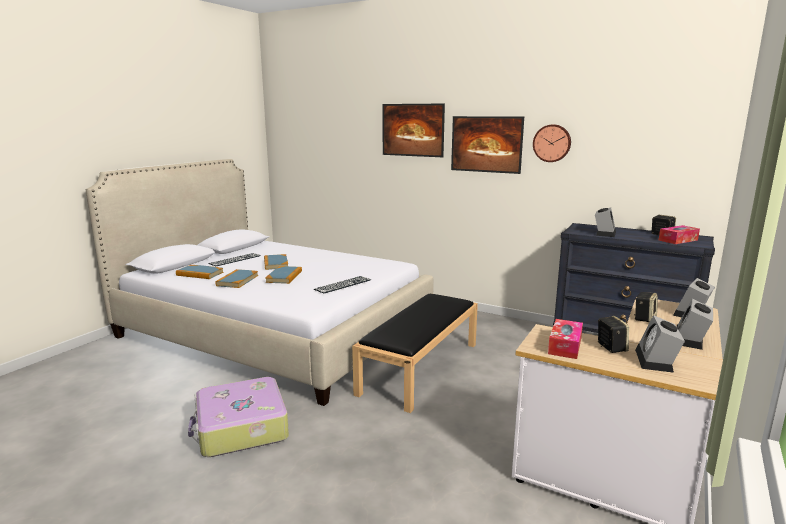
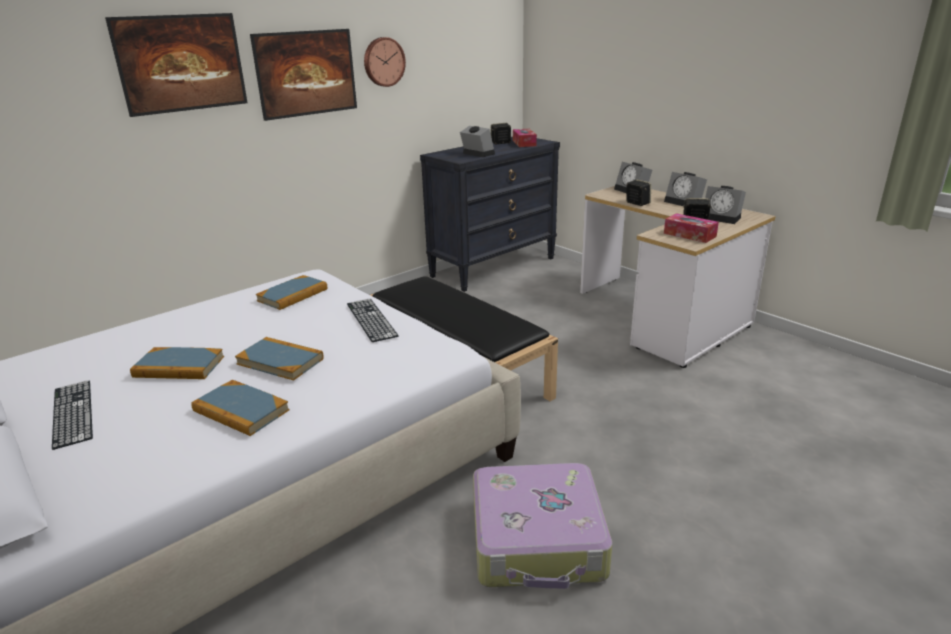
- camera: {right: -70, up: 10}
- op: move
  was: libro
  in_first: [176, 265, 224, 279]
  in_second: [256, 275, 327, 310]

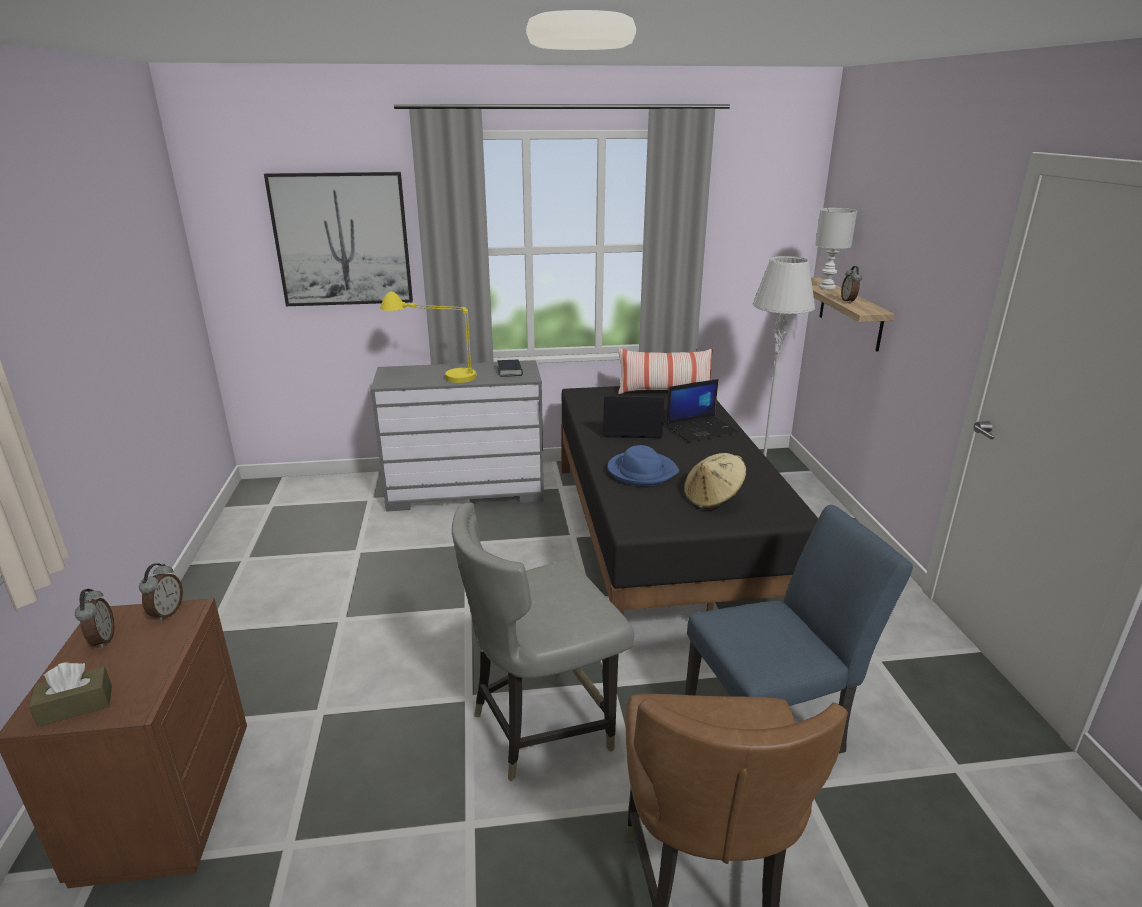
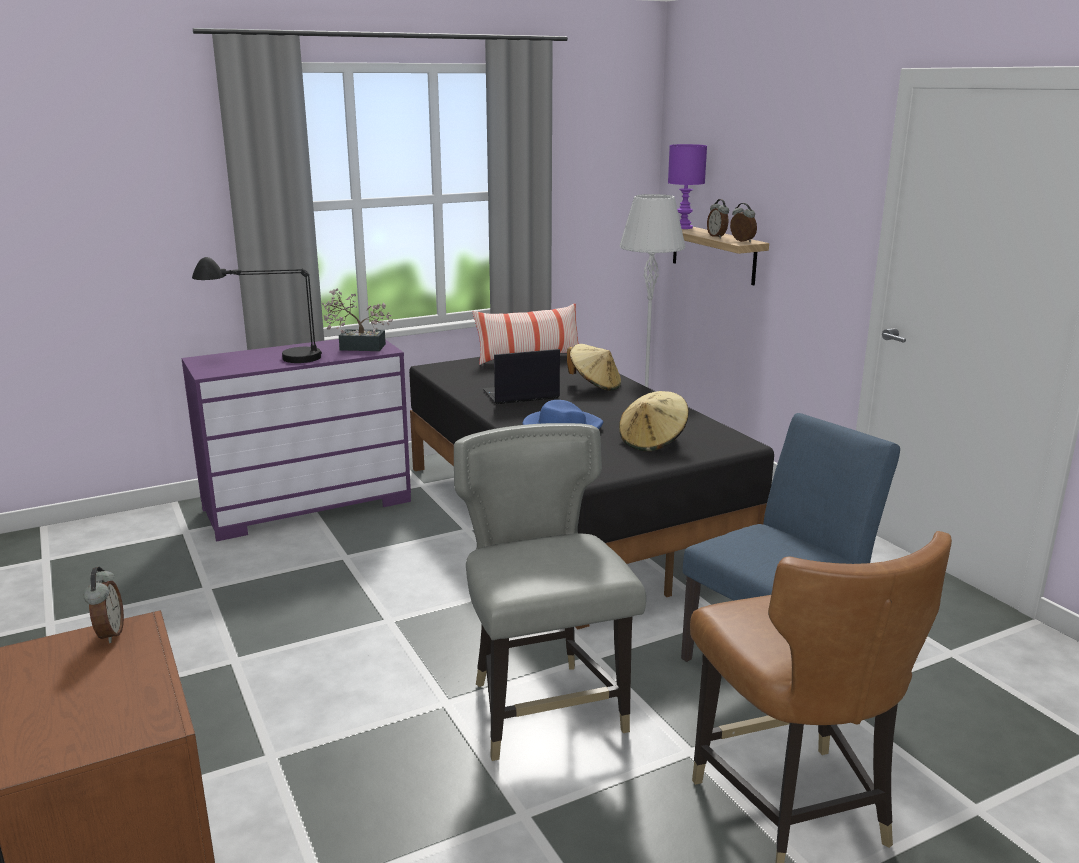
- camera: {right: -20, up: -5}
- op: recolor
  was: cómoda (gris)
  now: cómoda (morado)
  in_first: [370, 360, 544, 512]
  in_second: [181, 339, 411, 542]
- op: recolor
  was: lámpara de mesa (amarillo)
  now: lámpara de mesa (negro)
  in_first: [380, 292, 477, 383]
  in_second: [192, 257, 322, 363]
- op: replace
  was: libro
  now: planta en maceta
  in_first: [497, 359, 523, 377]
  in_second: [322, 289, 393, 351]
- op: rotate
  was: silla (gris)
  in_first: [452, 502, 634, 782]
  in_second: [454, 423, 646, 761]
  clockwise: 120
- op: replace
  was: portátil
  now: sombrero (beis)
  in_first: [666, 379, 738, 442]
  in_second: [567, 344, 621, 391]
- op: recolor
  was: lámpara de mesa (blanco)
  now: lámpara de mesa (morado)
  in_first: [815, 208, 857, 289]
  in_second: [668, 144, 707, 229]
- op: move
  was: despertador
  in_first: [75, 589, 114, 649]
  in_second: [730, 203, 757, 242]
- op: delete
  was: caja de pañuelos (marrón)
  in_first: [29, 663, 112, 727]
- op: delete
  was: cuadro
  in_first: [264, 172, 413, 306]

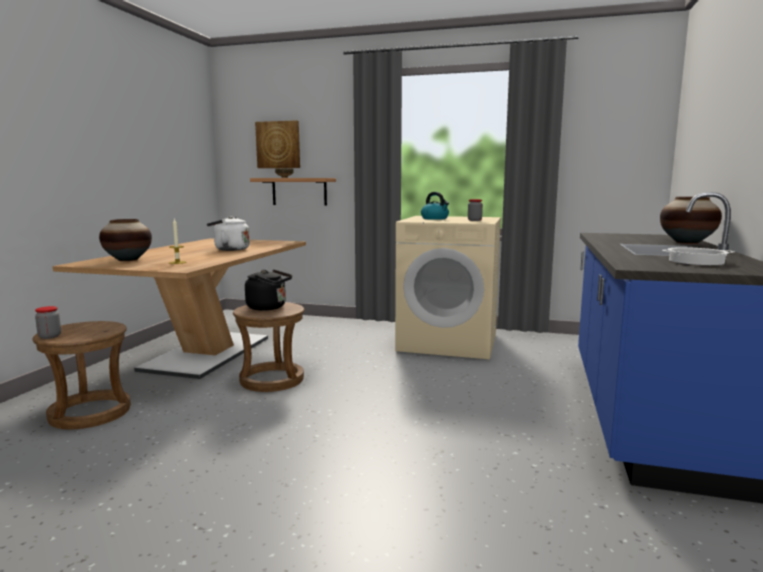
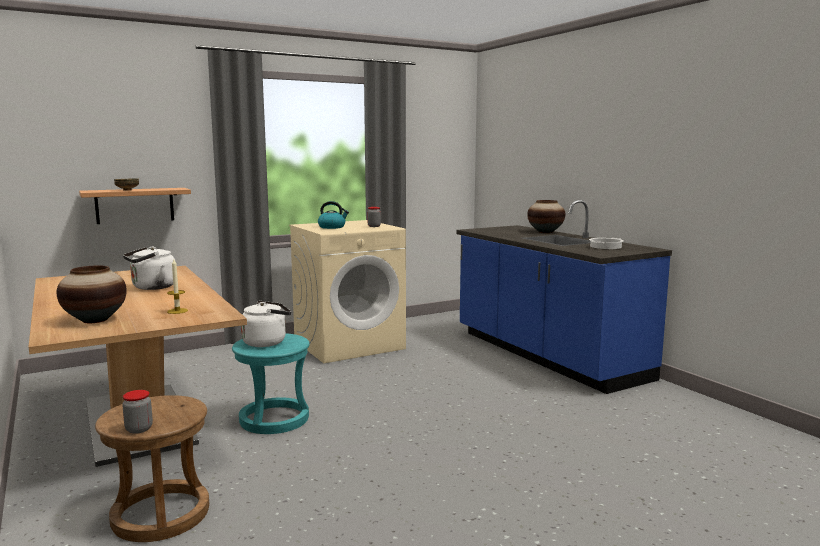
- camera: {right: -45, up: 0}
- op: recolor
  was: taburete (marrón)
  now: taburete (turquesa)
  in_first: [233, 302, 304, 392]
  in_second: [232, 333, 310, 434]
- op: recolor
  was: hervidor (negro)
  now: hervidor (blanco)
  in_first: [245, 269, 292, 311]
  in_second: [241, 301, 291, 347]
- op: delete
  was: cuadro
  in_first: [255, 120, 300, 168]

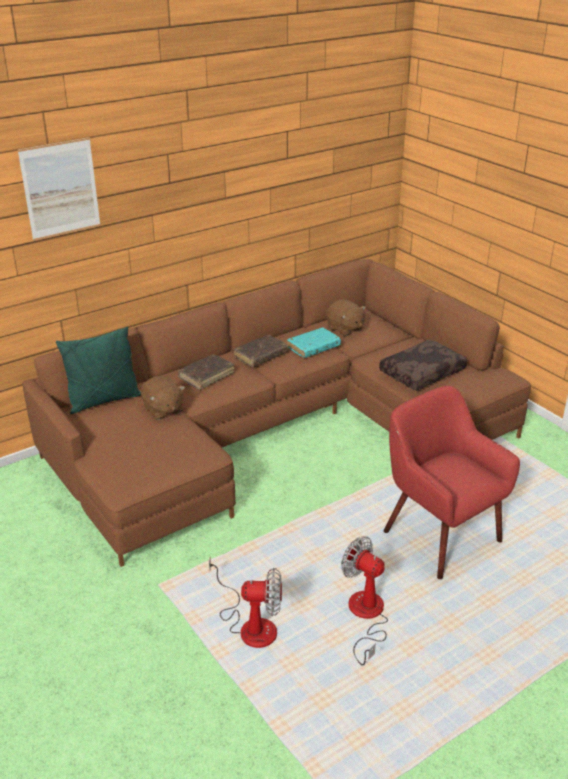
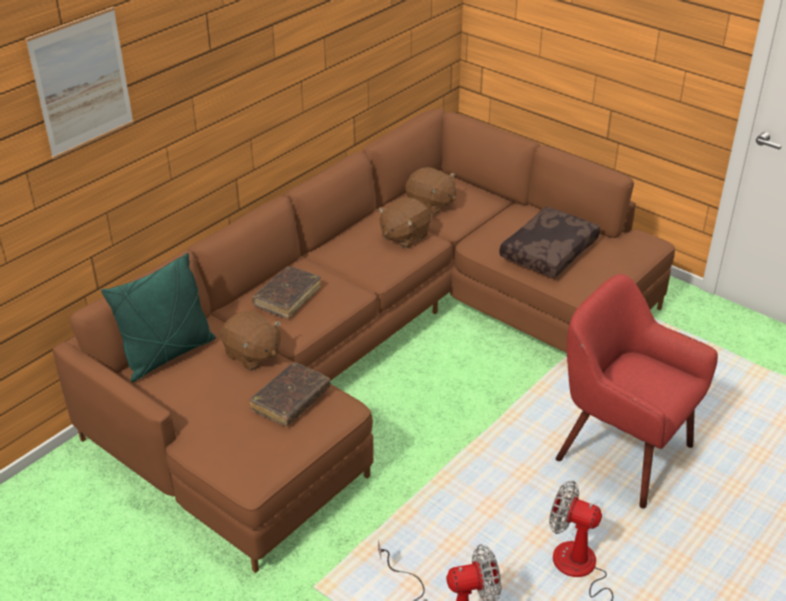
- camera: {right: -15, up: 5}
- op: move
  was: libro (marrón)
  in_first: [234, 335, 288, 367]
  in_second: [249, 362, 330, 426]
- op: replace
  was: libro (turquesa)
  now: peluche (marrón)
  in_first: [287, 328, 341, 358]
  in_second: [378, 198, 431, 248]

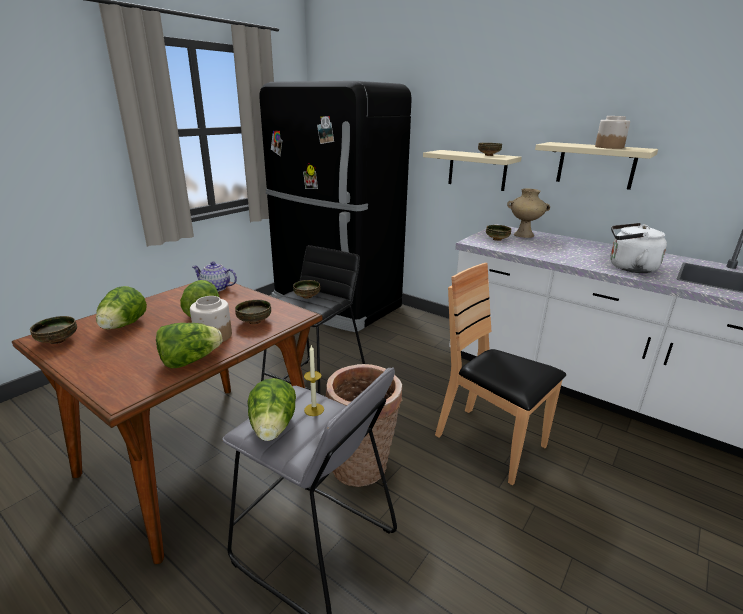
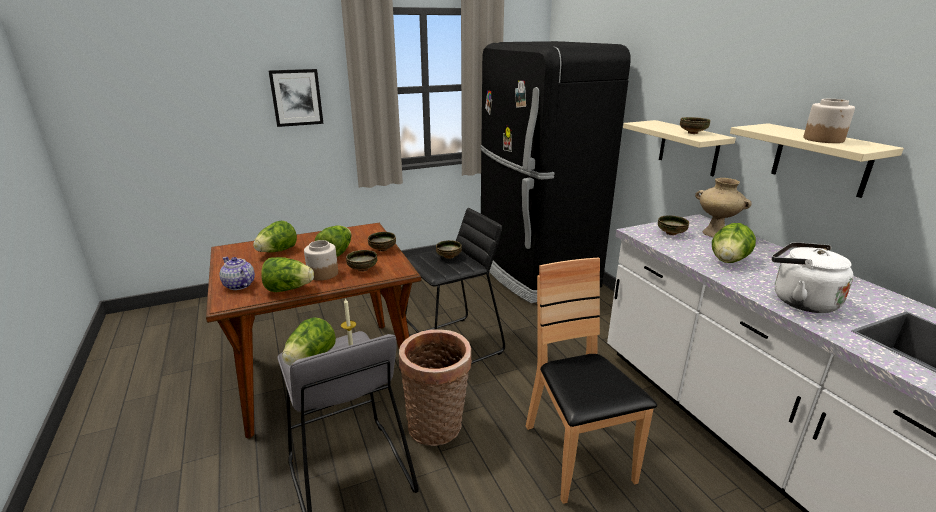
- camera: {right: 30, up: 0}
- op: move
  was: tetera
  in_first: [192, 261, 237, 292]
  in_second: [220, 257, 255, 290]
- op: insert
  now: cuadro
  in_second: [268, 69, 323, 127]
- op: move
  was: cuenco
  in_first: [30, 316, 77, 344]
  in_second: [368, 232, 396, 252]
- op: insert
  now: lechuga
  in_second: [712, 223, 756, 263]

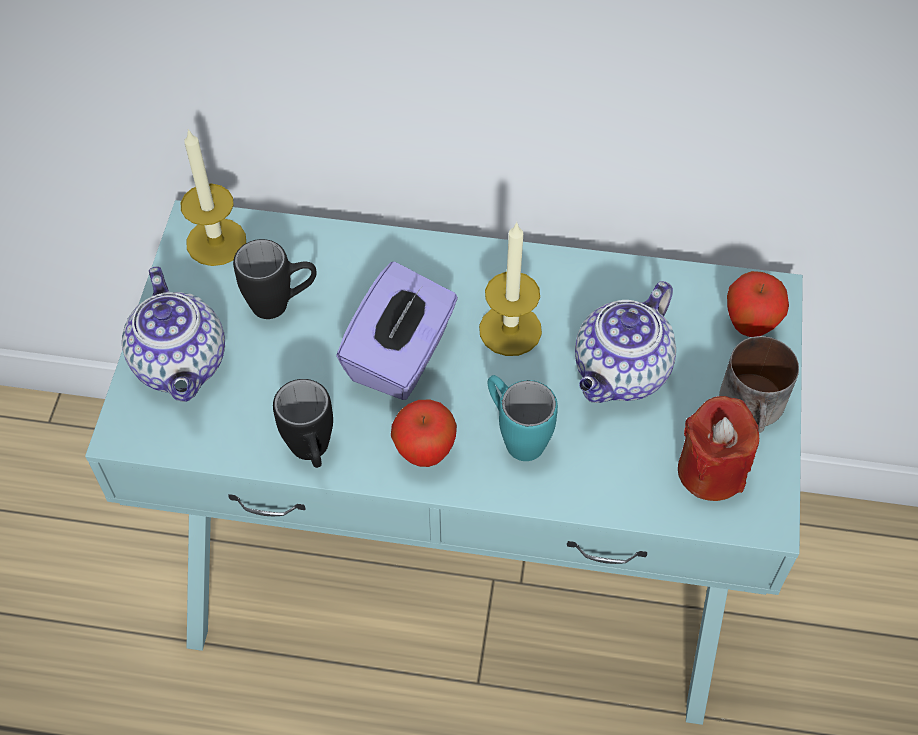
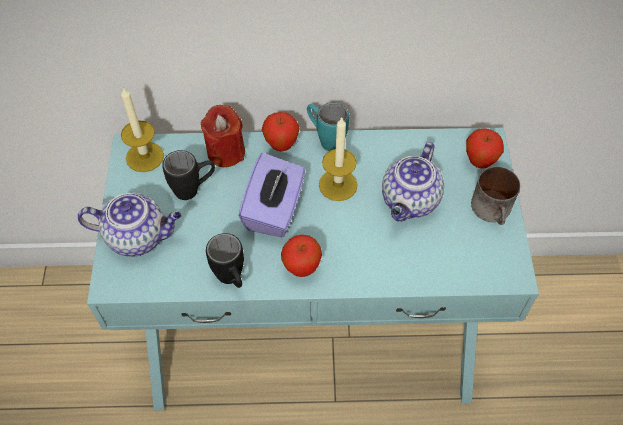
- camera: {right: -10, up: 0}
- op: rotate
  was: tetera
  in_first: [122, 266, 225, 402]
  in_second: [77, 193, 182, 257]
  clockwise: -60
- op: move
  was: vela (rojo)
  in_first: [678, 396, 759, 501]
  in_second: [201, 105, 245, 167]
- op: insert
  now: manzana
  in_second: [262, 112, 300, 152]
- op: move
  was: taza grande (turquesa)
  in_first: [488, 375, 558, 461]
  in_second: [307, 102, 349, 151]

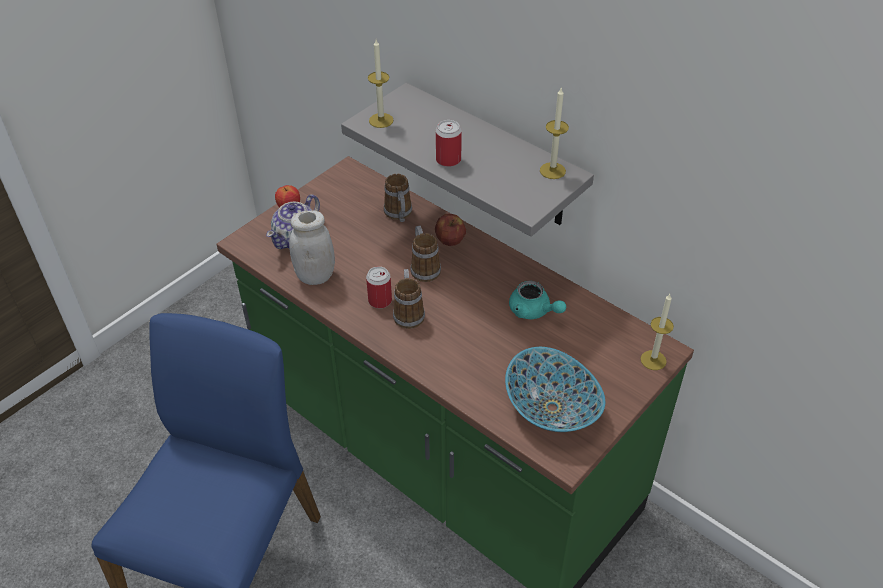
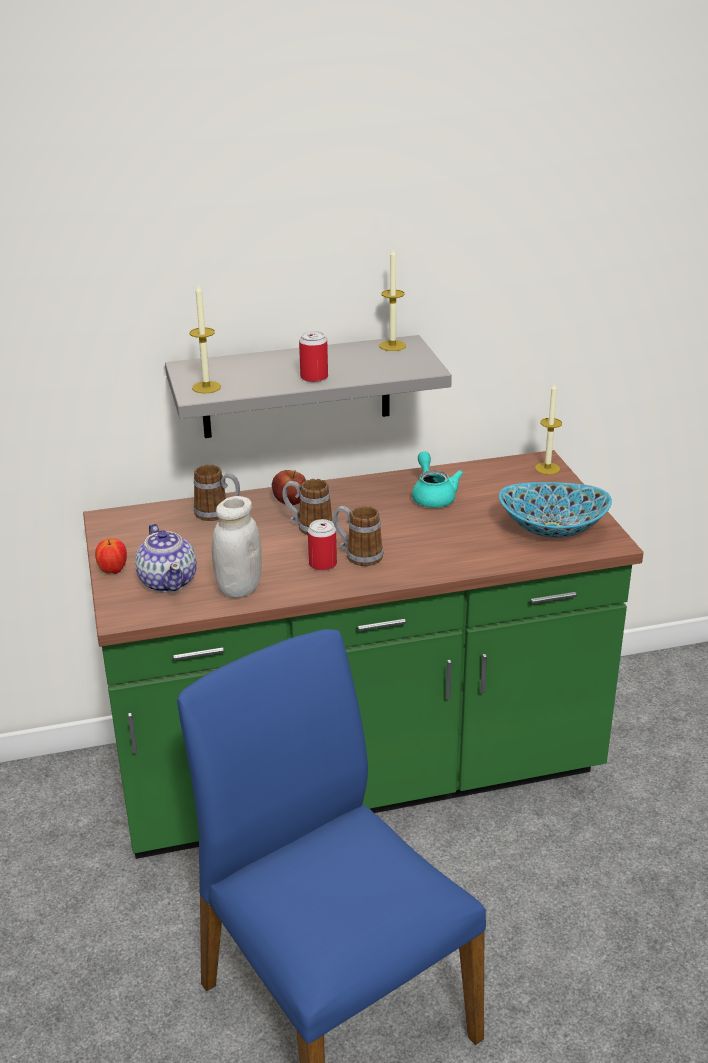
- camera: {right: -55, up: -15}
- op: rotate
  was: tetera (turquesa)
  in_first: [509, 281, 566, 319]
  in_second: [412, 452, 463, 508]
  clockwise: -90

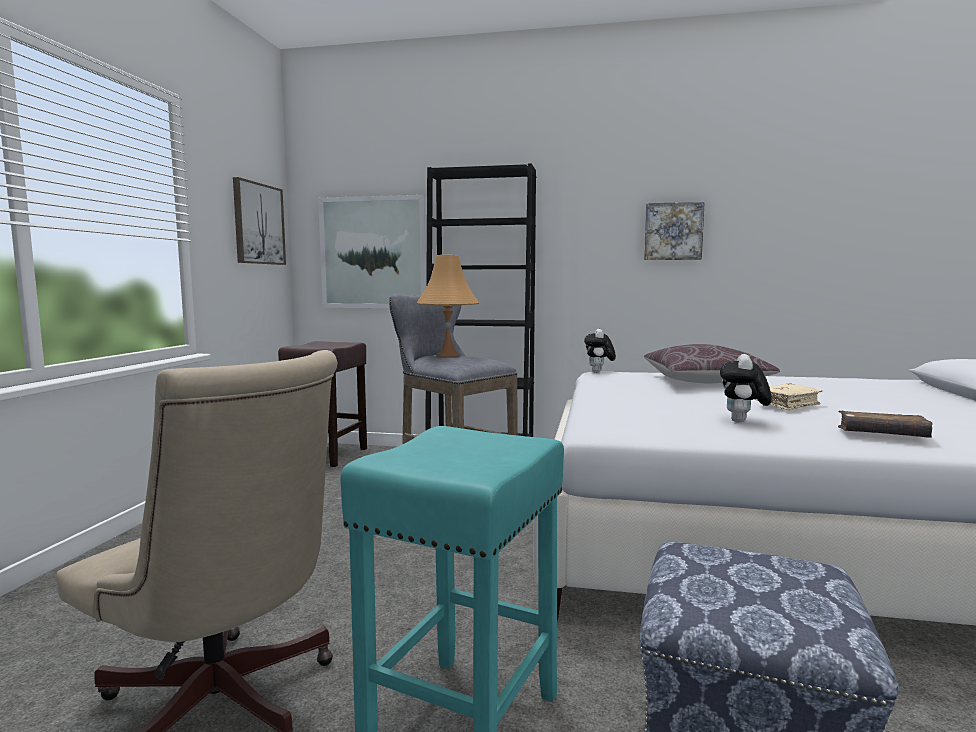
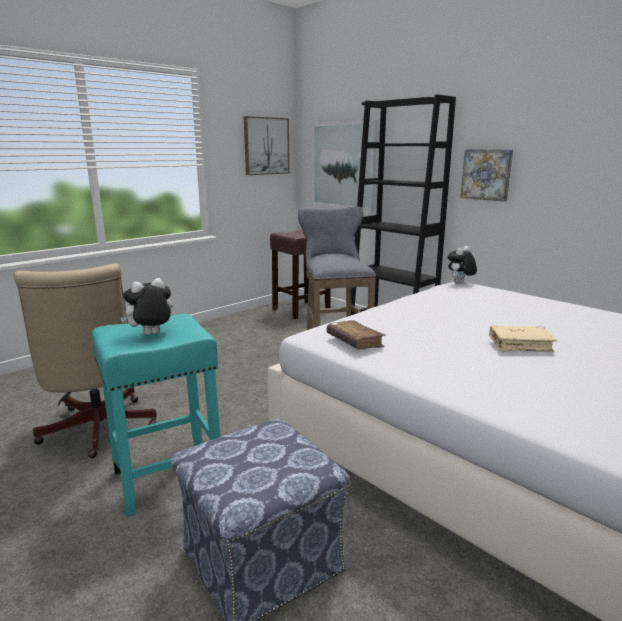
- camera: {right: 35, up: 10}
- op: move
  was: peluche
  in_first: [720, 354, 772, 423]
  in_second: [120, 278, 173, 335]
- op: move
  was: libro (marrón)
  in_first: [838, 411, 933, 438]
  in_second: [327, 320, 386, 350]
- op: move
  was: cuadro
  in_first: [644, 202, 705, 260]
  in_second: [460, 149, 513, 201]
- op: delete
  was: lámpara de mesa (naranja)
  in_first: [417, 255, 479, 357]
- op: delete
  was: cojín (marrón)
  in_first: [644, 344, 780, 383]

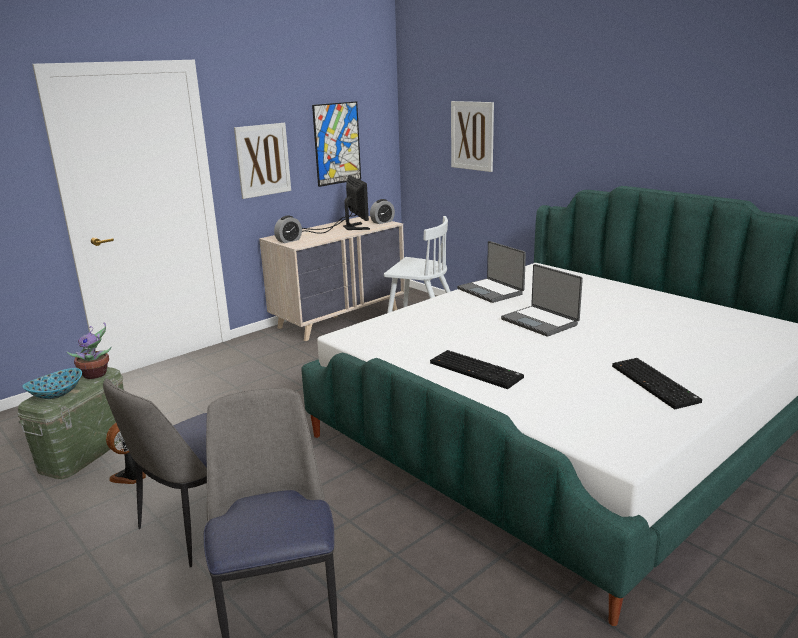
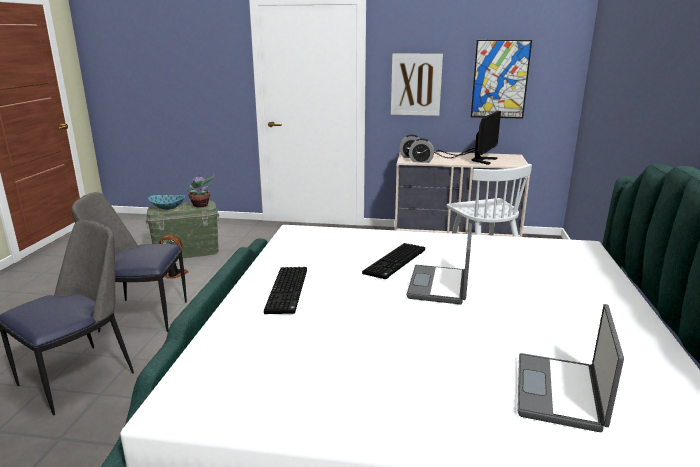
- camera: {right: 50, up: 0}
- op: move
  was: teclado
  in_first: [612, 358, 702, 409]
  in_second: [362, 243, 425, 279]
- op: move
  was: despertador
  in_first: [370, 199, 395, 224]
  in_second: [409, 138, 434, 163]
- op: move
  was: portátil
  in_first: [457, 241, 526, 303]
  in_second: [517, 304, 624, 432]
- op: delete
  was: cuadro
  in_first: [451, 101, 494, 172]

